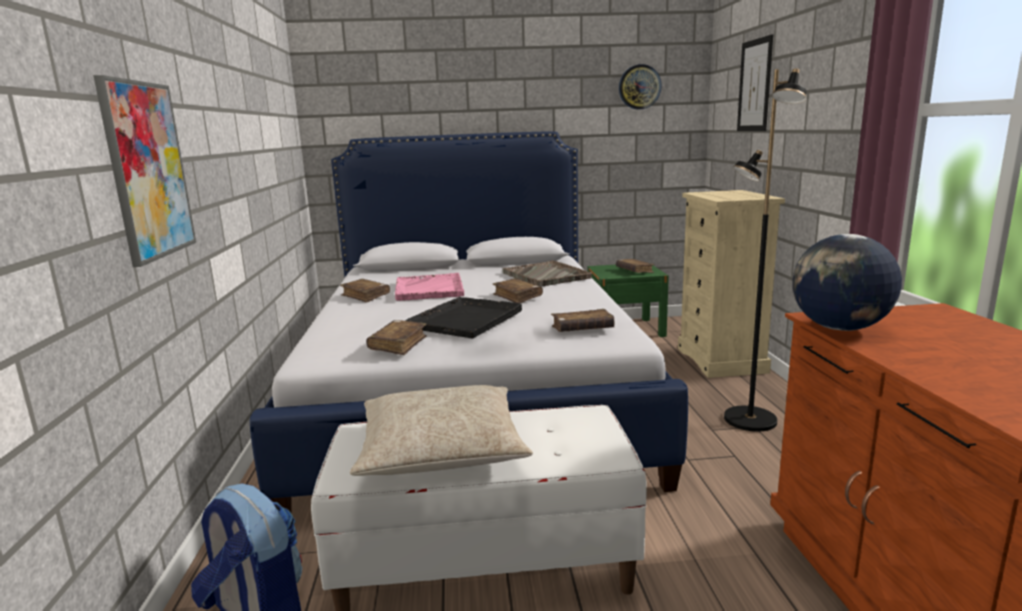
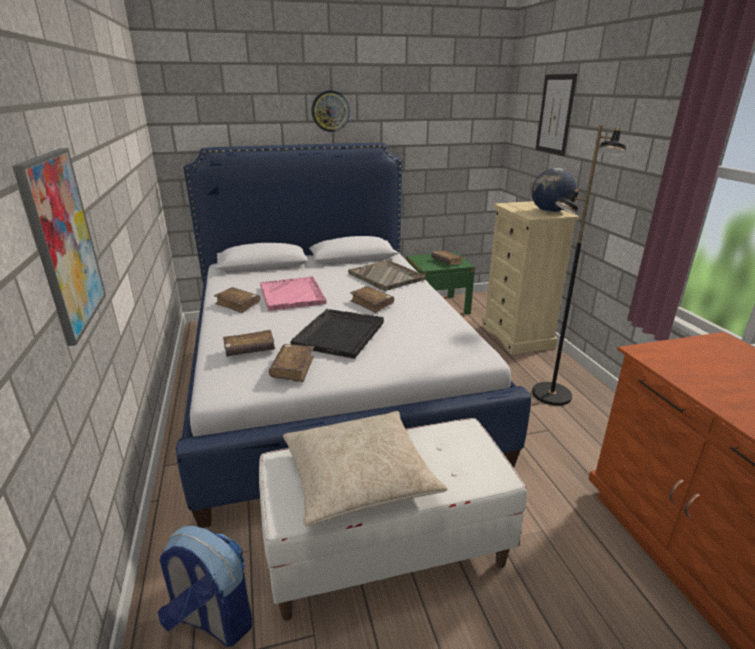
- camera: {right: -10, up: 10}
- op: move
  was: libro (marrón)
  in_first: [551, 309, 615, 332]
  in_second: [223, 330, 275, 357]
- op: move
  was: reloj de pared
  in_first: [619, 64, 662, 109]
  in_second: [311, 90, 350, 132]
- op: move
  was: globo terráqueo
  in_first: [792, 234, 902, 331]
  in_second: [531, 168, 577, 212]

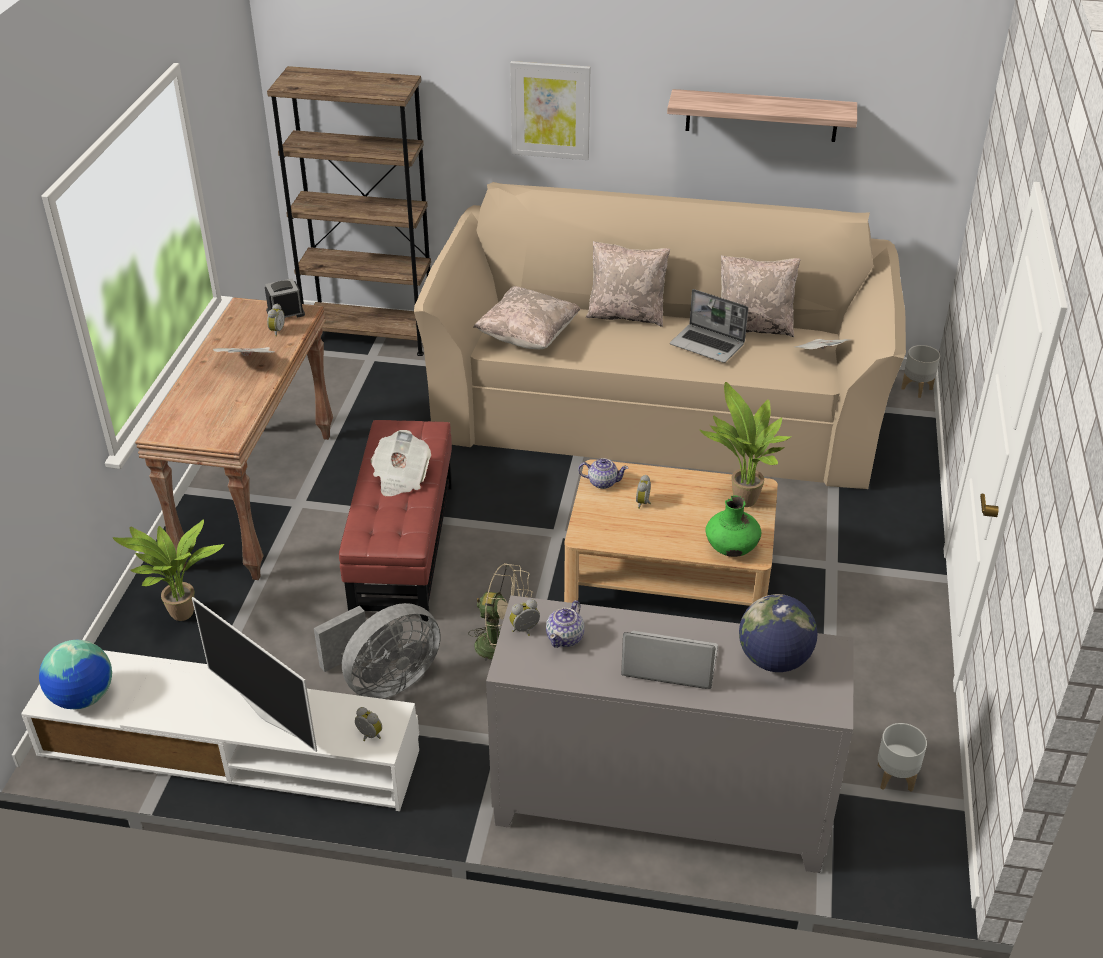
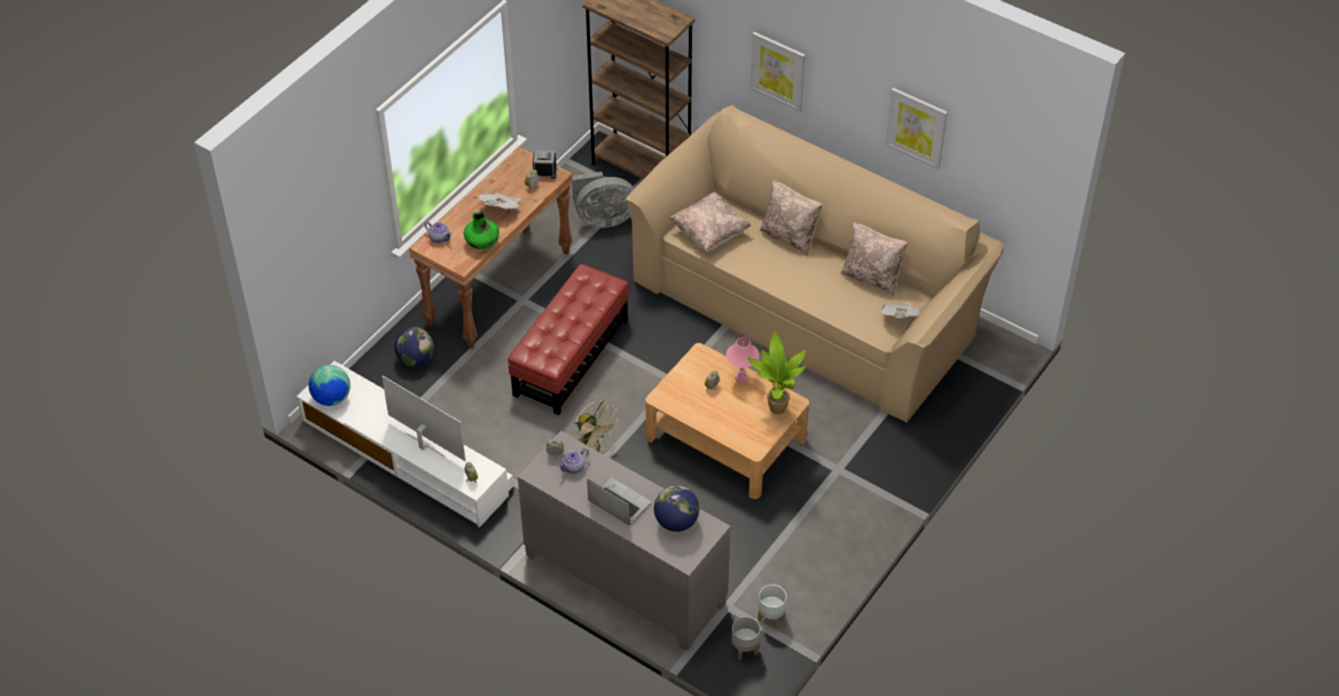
- camera: {right: 25, up: 10}
- op: rotate
  was: televisor
  in_first: [192, 597, 317, 752]
  in_second: [382, 375, 466, 461]
  clockwise: 150
- op: replace
  was: planta en maceta
  now: globo terráqueo
  in_first: [113, 519, 224, 621]
  in_second: [394, 327, 434, 366]
- op: move
  was: tetera
  in_first: [578, 458, 628, 489]
  in_second: [425, 222, 452, 243]
- op: move
  was: florero (verde)
  in_first: [705, 495, 761, 557]
  in_second: [464, 210, 499, 249]
- op: move
  was: ventilador (gris)
  in_first: [314, 603, 441, 699]
  in_second: [572, 172, 634, 228]
- op: insert
  now: lámpara de mesa (rosa)
  in_second: [726, 337, 759, 383]
- op: move
  was: maceta (gris)
  in_first: [901, 345, 940, 398]
  in_second: [732, 617, 760, 660]
- op: replace
  was: estante
  now: cuadro
  in_first: [667, 89, 857, 142]
  in_second: [885, 88, 948, 170]
- op: delete
  was: periódico
  in_first: [371, 430, 431, 496]
- op: delete
  was: portátil
  in_first: [670, 289, 748, 363]

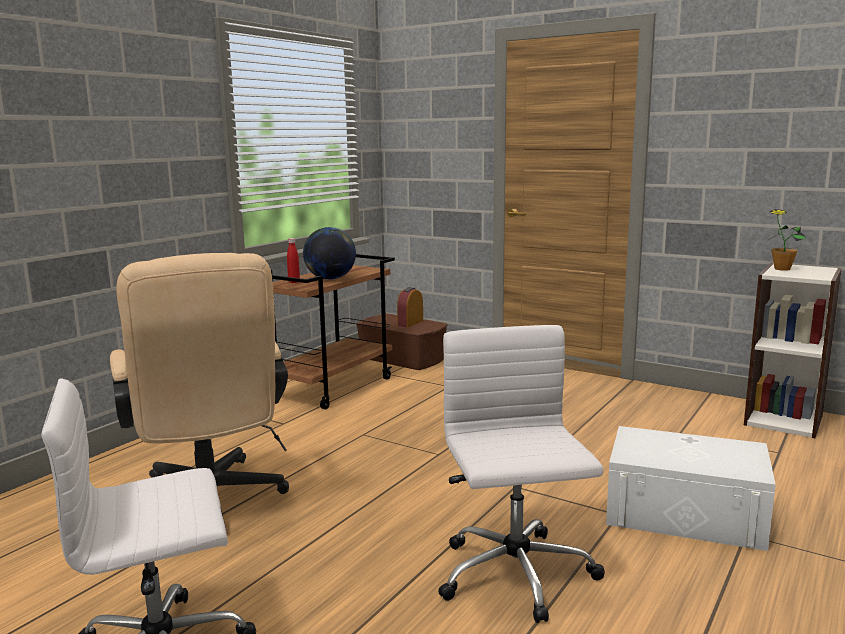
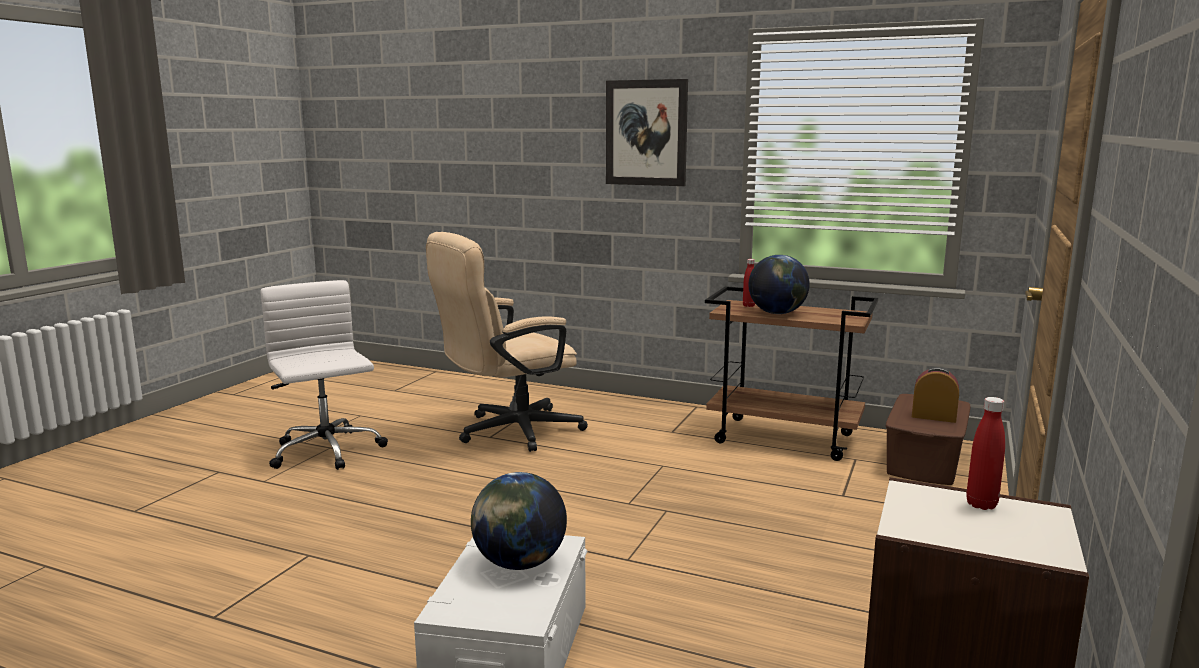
- camera: {right: 80, up: 0}
- op: insert
  now: globo terráqueo
  in_second: [471, 472, 567, 570]
- op: insert
  now: cuadro
  in_second: [606, 79, 688, 186]
- op: replace
  was: planta en maceta
  now: botella (rojo)
  in_first: [769, 209, 806, 271]
  in_second: [966, 397, 1005, 510]
- op: delete
  was: silla de oficina (blanco)
  in_first: [438, 325, 605, 623]

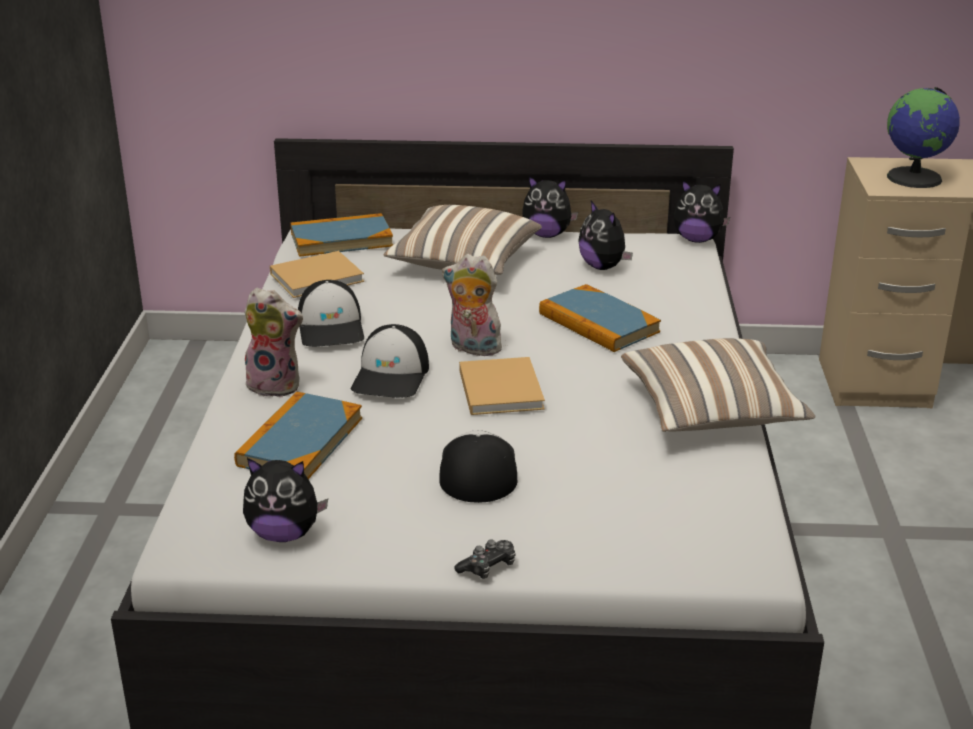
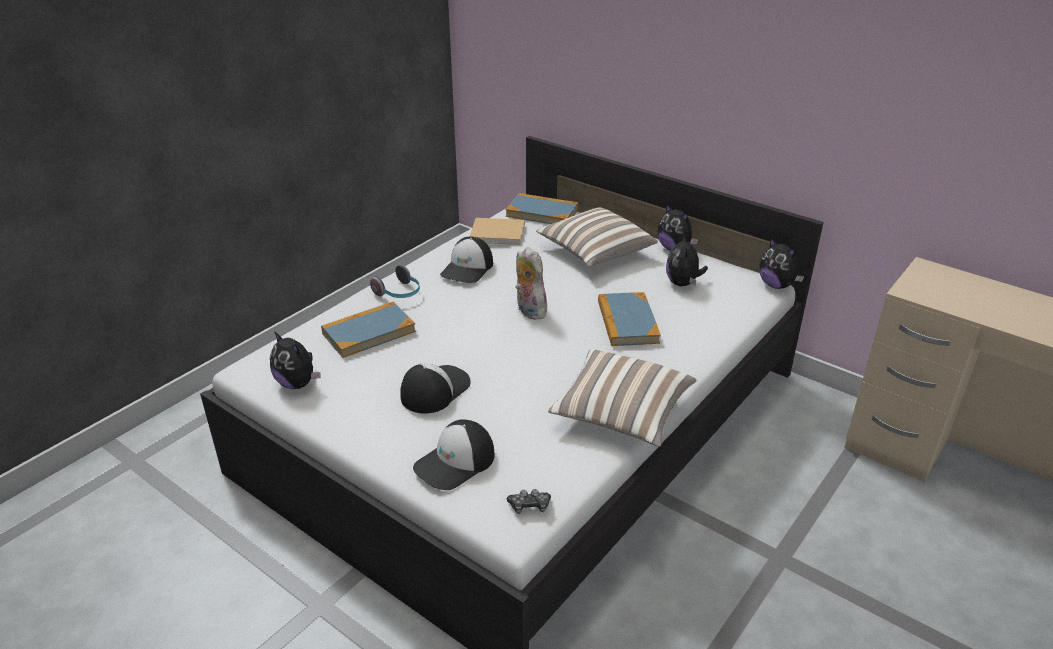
- camera: {right: 35, up: 5}
- op: replace
  was: peluche
  now: auriculares
  in_first: [243, 287, 303, 397]
  in_second: [370, 265, 420, 298]
- op: move
  was: gorra
  in_first: [351, 324, 429, 398]
  in_second: [413, 419, 495, 490]
- op: move
  was: mando de consola
  in_first: [455, 539, 516, 579]
  in_second: [507, 489, 551, 514]
- op: delete
  was: libro (beis)
  in_first: [459, 357, 545, 415]
- op: delete
  was: globo terráqueo
  in_first: [887, 87, 960, 188]

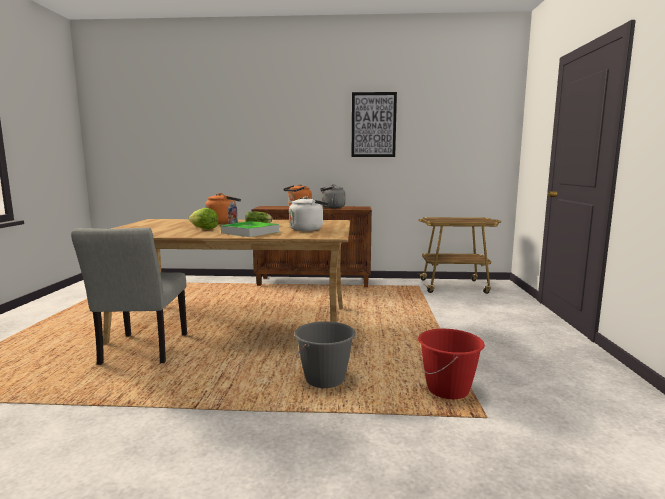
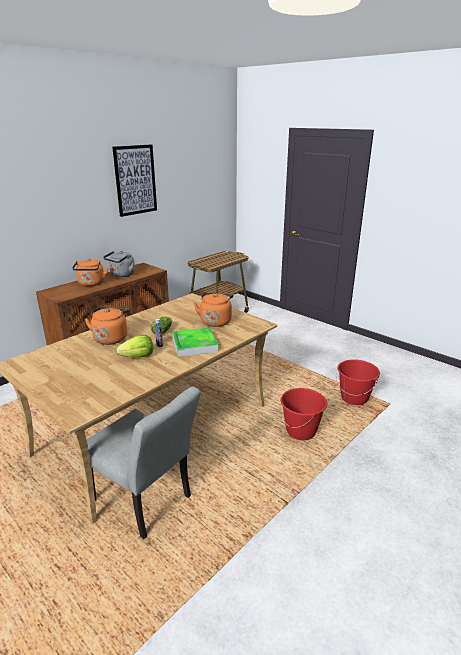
- camera: {right: -50, up: 15}
- op: recolor
  was: hervidor (blanco)
  now: hervidor (naranja)
  in_first: [289, 196, 329, 231]
  in_second: [193, 292, 233, 327]
- op: recolor
  was: cubo (gris)
  now: cubo (rojo)
  in_first: [294, 321, 356, 388]
  in_second: [281, 388, 327, 440]

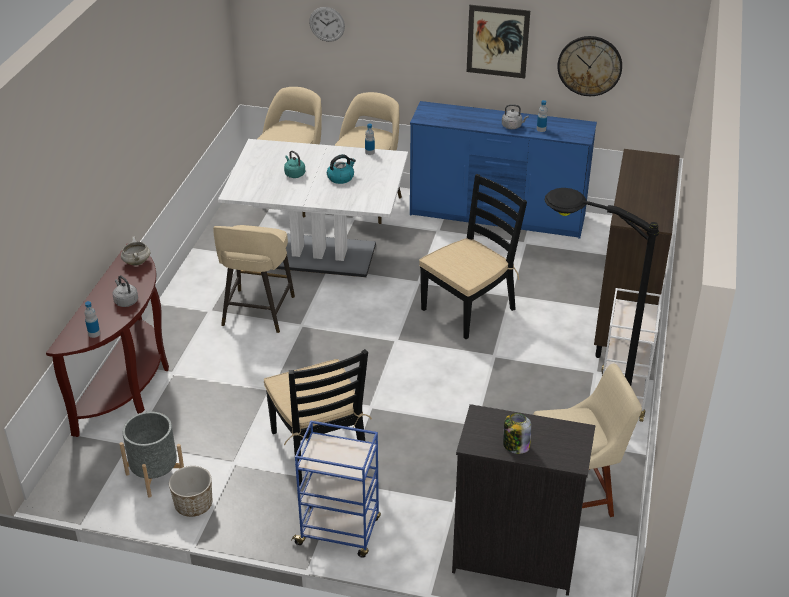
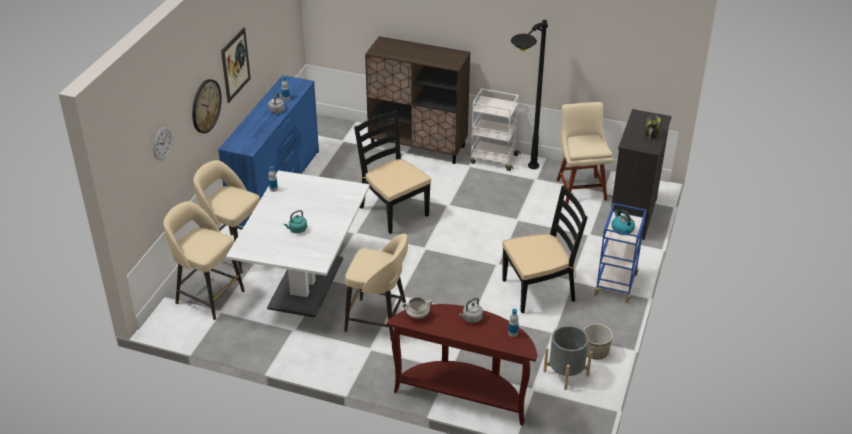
- camera: {right: -85, up: 0}
- op: move
  was: reloj de pared
  in_first: [557, 36, 622, 96]
  in_second: [192, 79, 222, 133]
- op: move
  was: hervidor
  in_first: [327, 154, 356, 184]
  in_second: [611, 209, 635, 235]

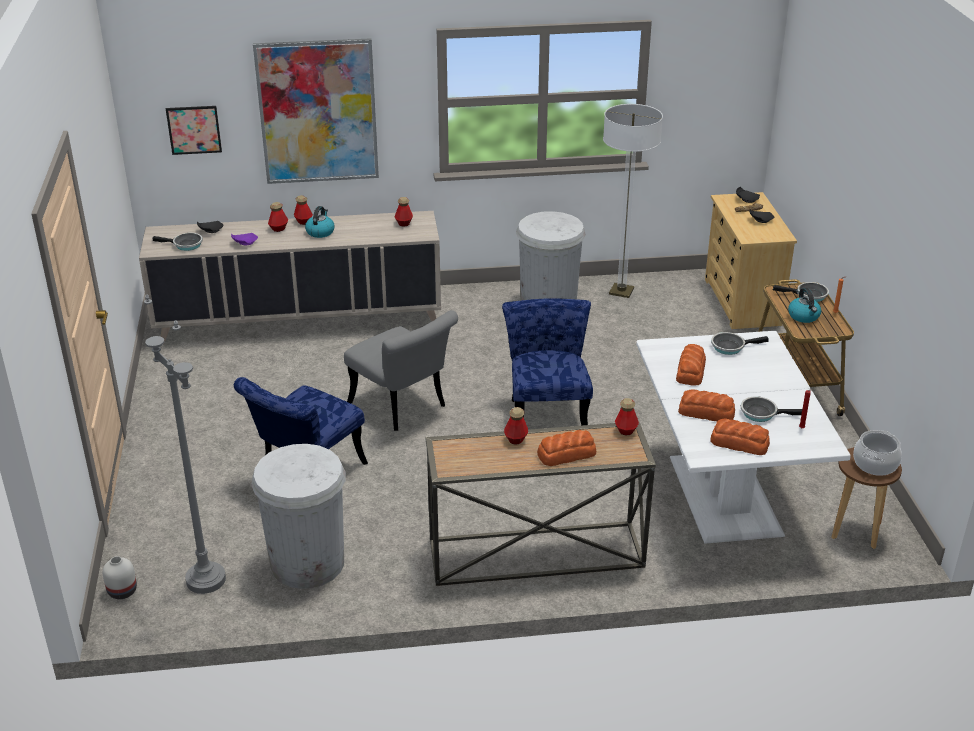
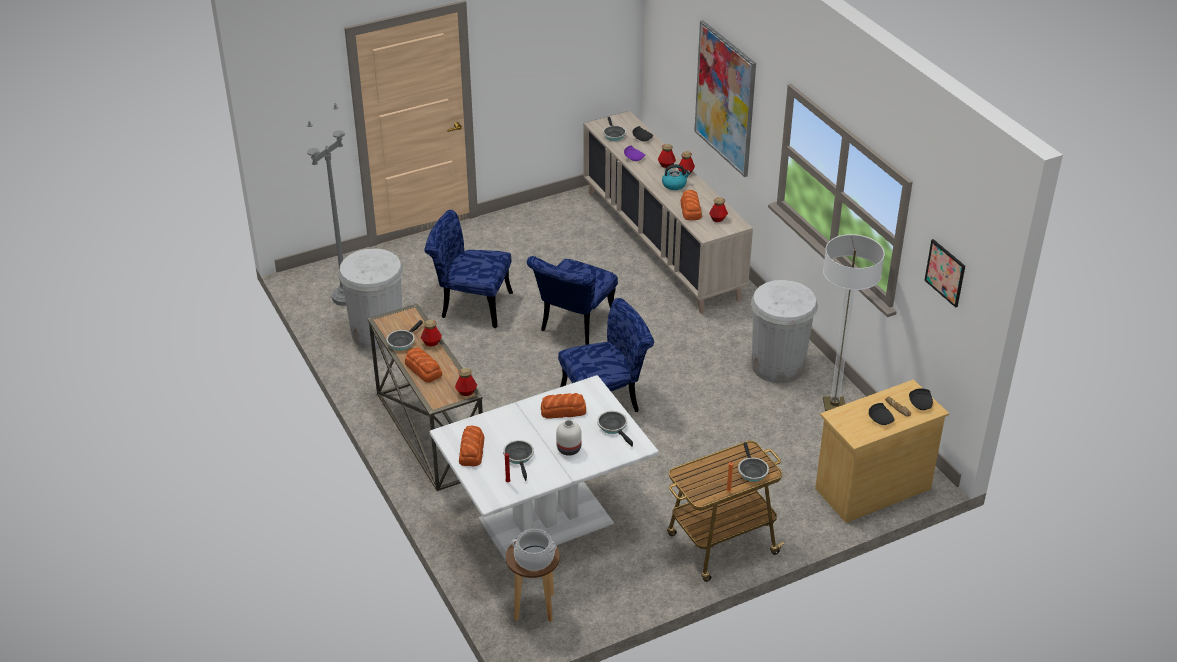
- camera: {right: 70, up: 5}
- op: insert
  now: sartén
  in_second: [386, 320, 423, 351]
- op: recolor
  was: silla (gris)
  now: silla (azul)
  in_first: [344, 310, 458, 431]
  in_second: [527, 256, 618, 345]
- op: move
  was: florero (blanco)
  in_first: [103, 556, 137, 599]
  in_second: [556, 420, 582, 456]
- op: move
  was: pan
  in_first: [678, 389, 735, 421]
  in_second: [680, 190, 702, 221]
- op: move
  was: cuadro
  in_first: [166, 106, 222, 155]
  in_second: [924, 239, 965, 308]
- op: delete
  was: hervidor
  in_first: [788, 288, 821, 323]

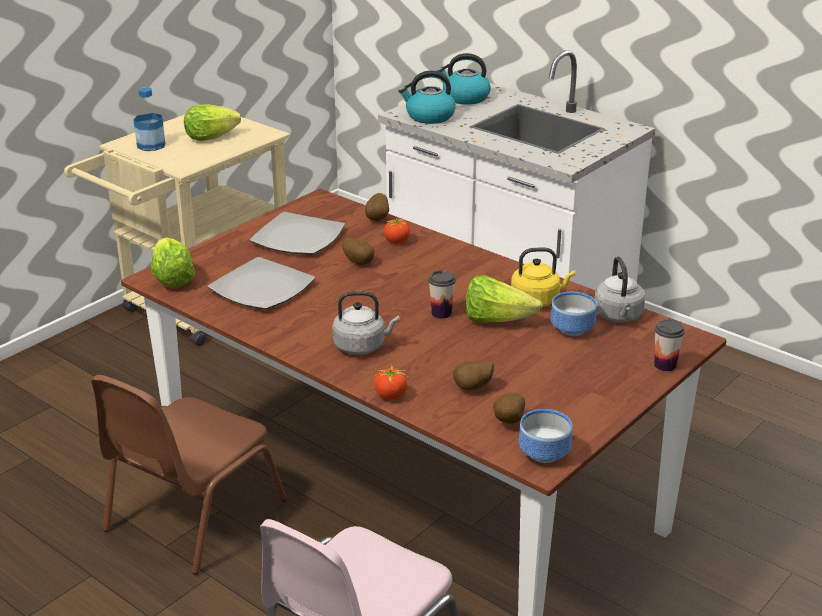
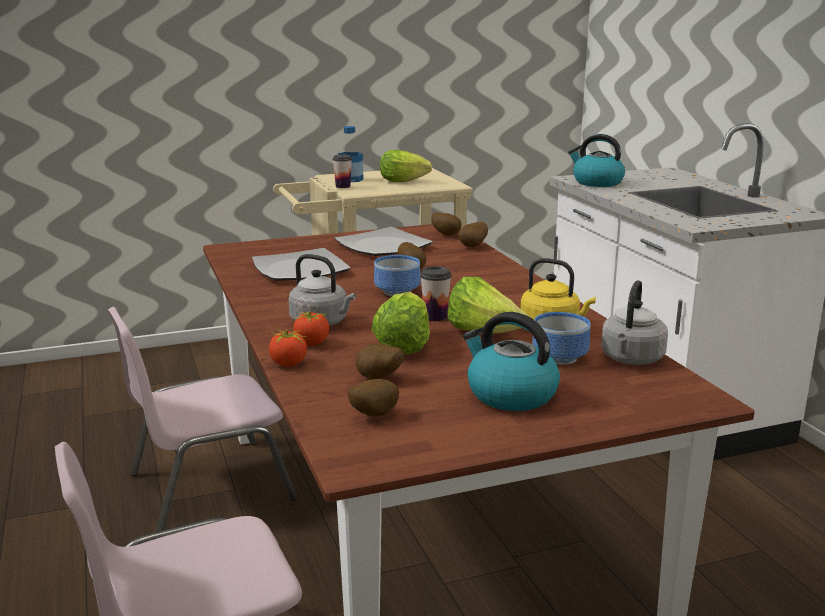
- camera: {right: 30, up: -10}
- op: recolor
  was: silla (marrón)
  now: silla (rosa)
  in_first: [91, 375, 287, 574]
  in_second: [107, 307, 297, 532]
- op: move
  was: tomate
  in_first: [384, 218, 411, 244]
  in_second: [293, 311, 329, 346]
- op: move
  was: taza
  in_first: [654, 319, 685, 371]
  in_second: [333, 154, 352, 188]
- op: move
  was: lechuga
  in_first: [151, 237, 195, 288]
  in_second: [371, 292, 430, 355]
- op: move
  was: cuenco
  in_first: [519, 409, 572, 463]
  in_second: [374, 255, 420, 296]
- op: insert
  now: patata
  in_second: [431, 212, 461, 236]
- op: move
  was: hervidor
  in_first: [436, 53, 491, 105]
  in_second: [463, 312, 560, 411]

